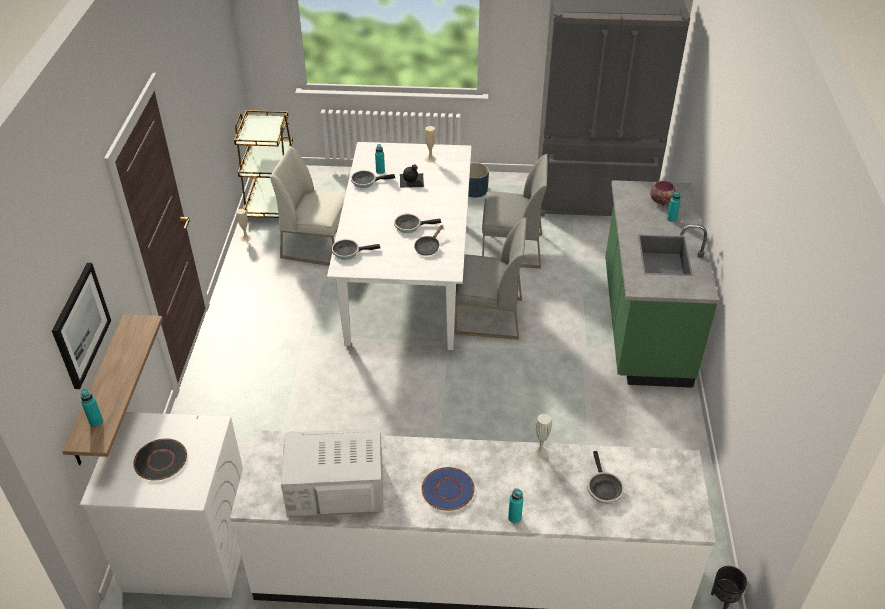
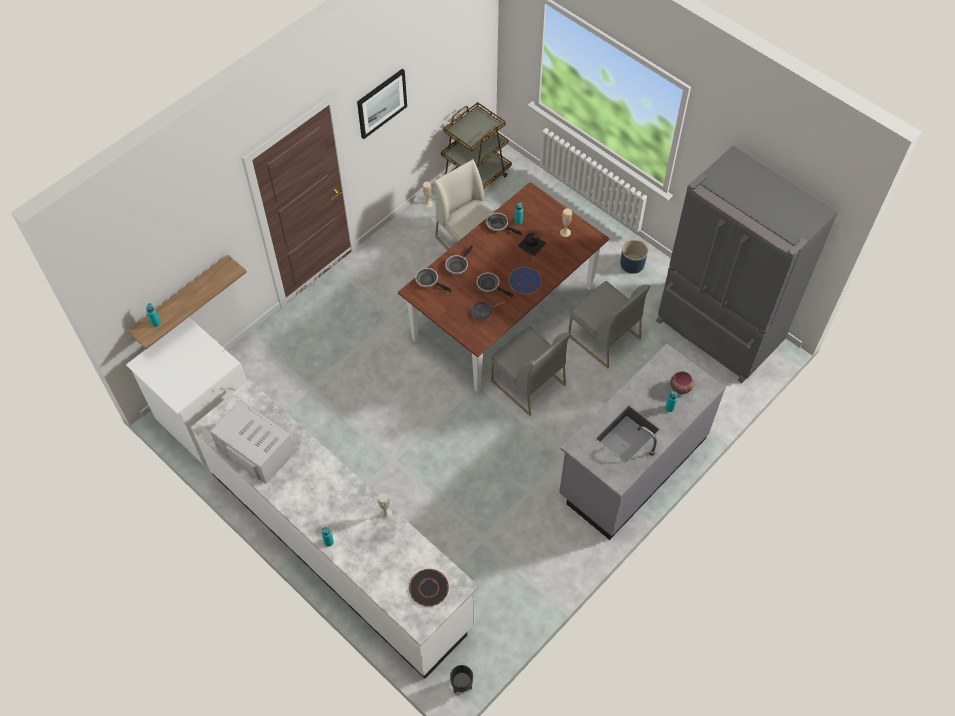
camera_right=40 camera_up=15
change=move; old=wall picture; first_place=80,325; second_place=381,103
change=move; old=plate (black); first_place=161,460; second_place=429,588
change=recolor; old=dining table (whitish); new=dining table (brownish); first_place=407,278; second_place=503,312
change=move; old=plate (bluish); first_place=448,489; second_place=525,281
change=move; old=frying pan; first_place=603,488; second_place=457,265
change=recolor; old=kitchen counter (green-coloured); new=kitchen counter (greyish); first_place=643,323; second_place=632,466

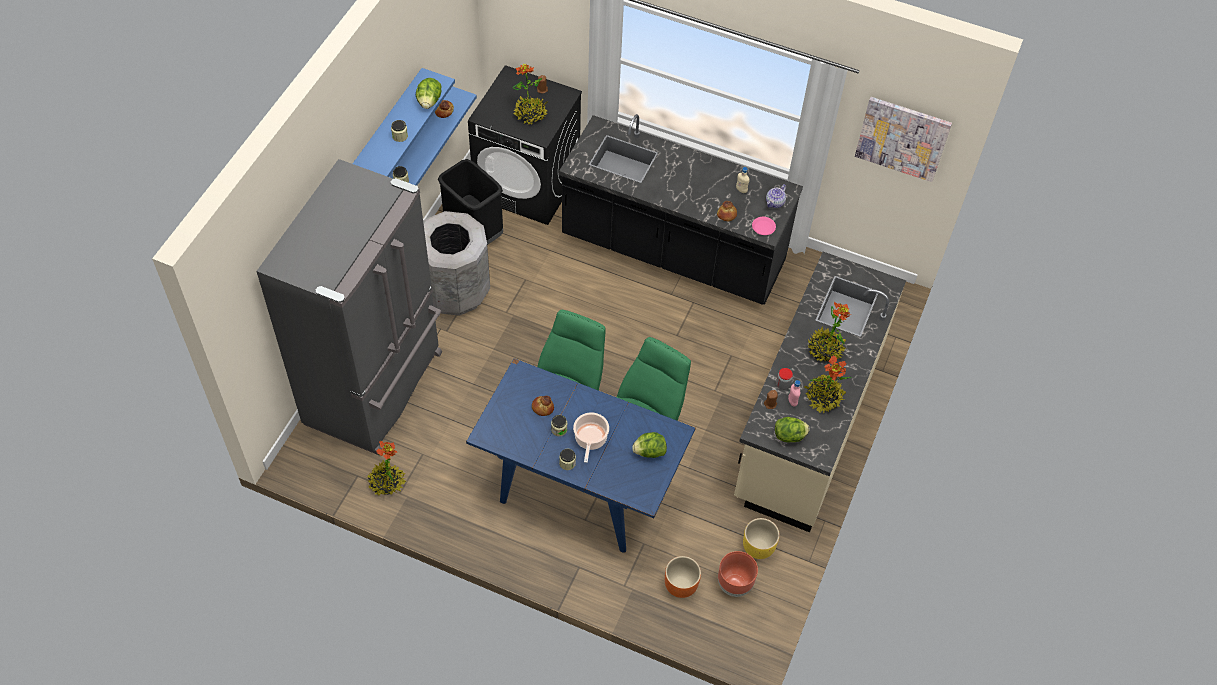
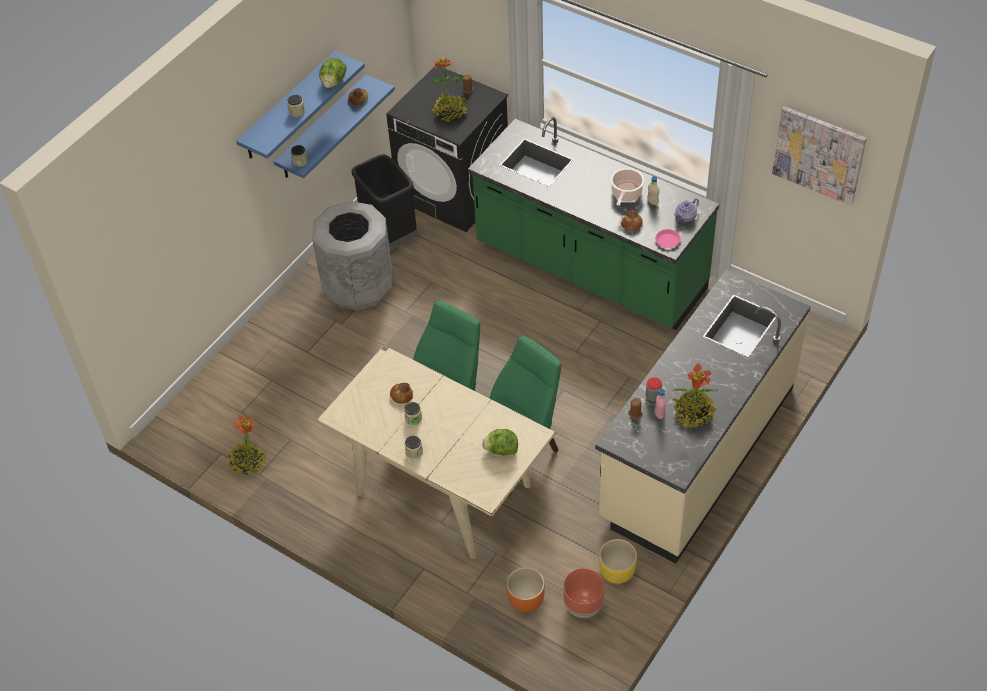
camera_right=15 camera_up=-5
change=delete; old=refrigerator (greyish); first_place=377,388
change=recolor; old=dining table (bluish); new=dining table (sand-coloured); first_place=580,487; second_place=442,489
change=recolor; old=kitchen counter (black); new=kitchen counter (green-coloured); first_place=673,251; second_place=590,269
change=move; old=saucepot; first_place=590,440; second_place=626,194
change=delete; old=head of lettuce; first_place=789,436
change=delete; old=houseplant; first_place=824,350

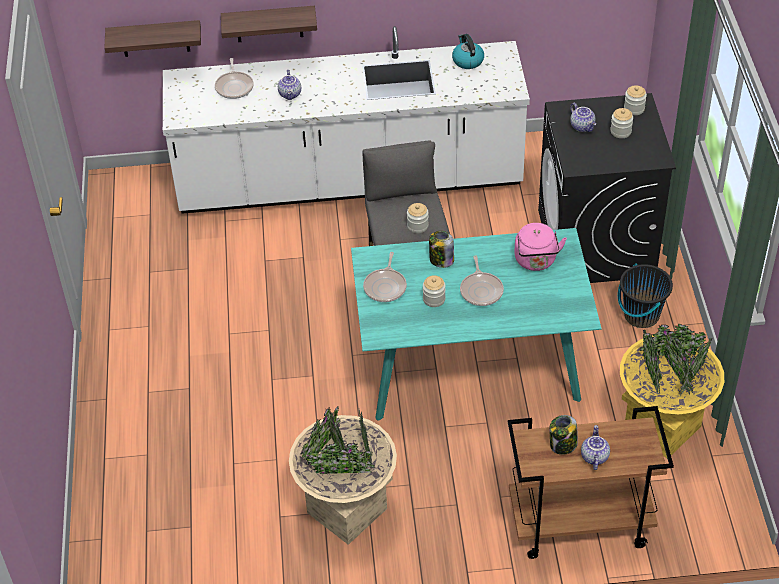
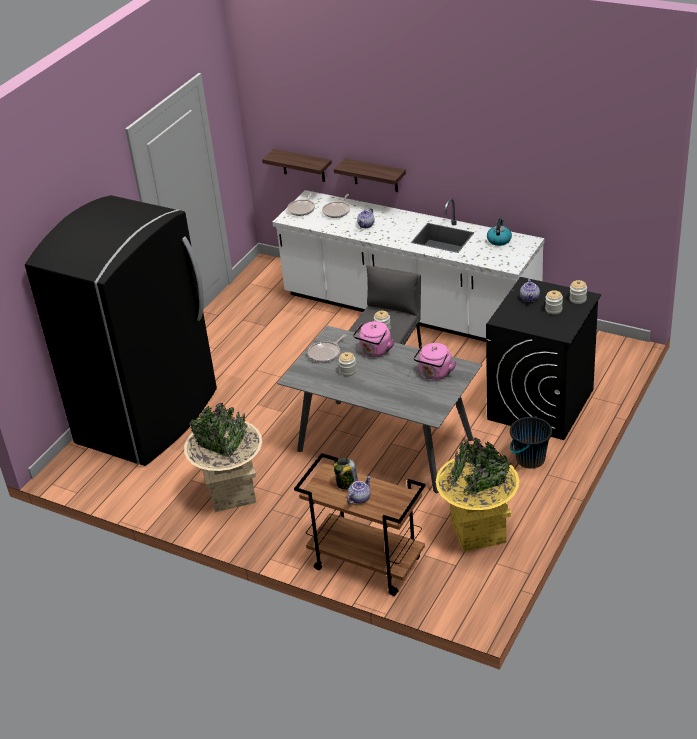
camera_right=35 camera_up=-10
change=recolor; old=dining table (turquoise); new=dining table (greyish); first_place=472,365; second_place=386,444
change=replace; old=jar; new=kettle (pink); first_place=441,260; second_place=375,351
change=move; old=frying pan; first_place=481,290; second_place=302,209
change=insert; new=refrigerator (black); second_place=149,417

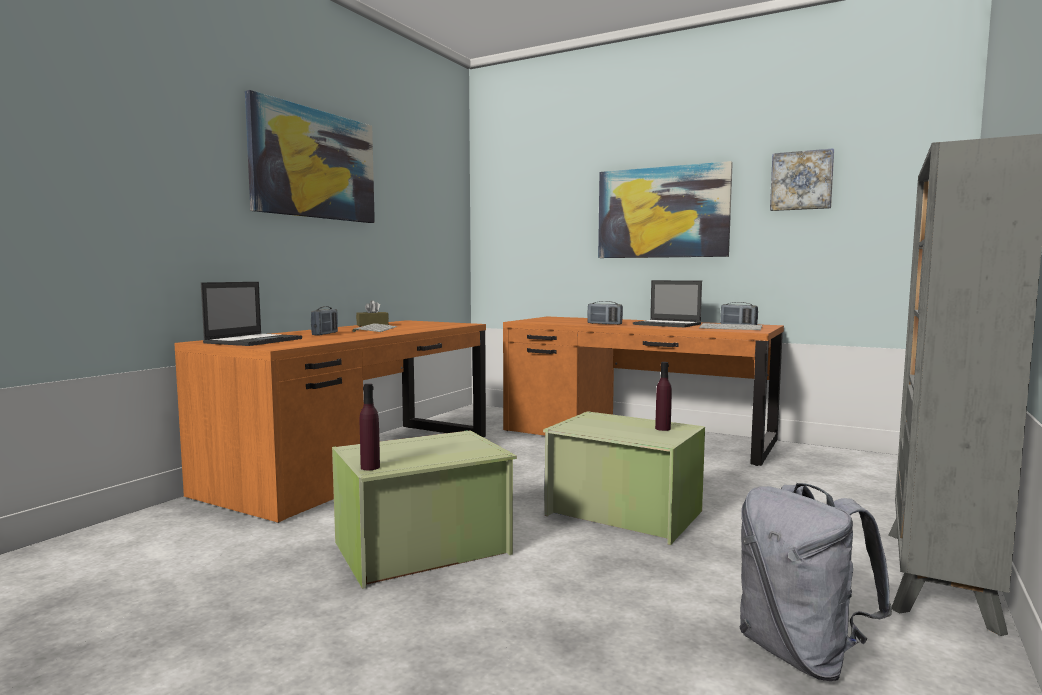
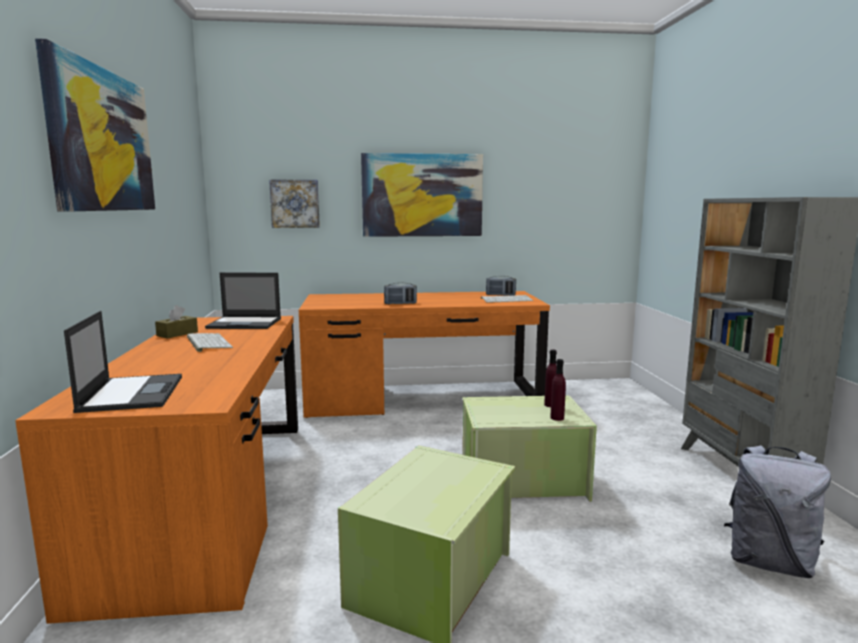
camera_right=-35 camera_up=5
change=delete; old=radio; first_place=325,334
change=move; old=drink bottle (purple); first_place=370,467; second_place=557,418
change=move; old=laptop; first_place=667,324; second_place=245,323
change=move; old=wall picture; first_place=801,181; second_place=295,203

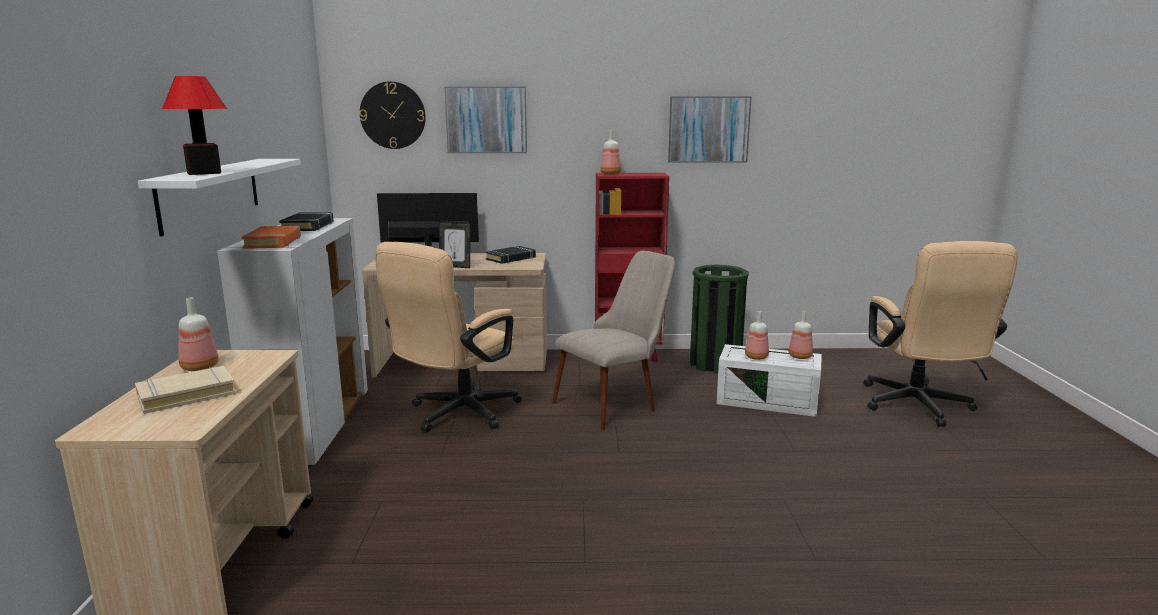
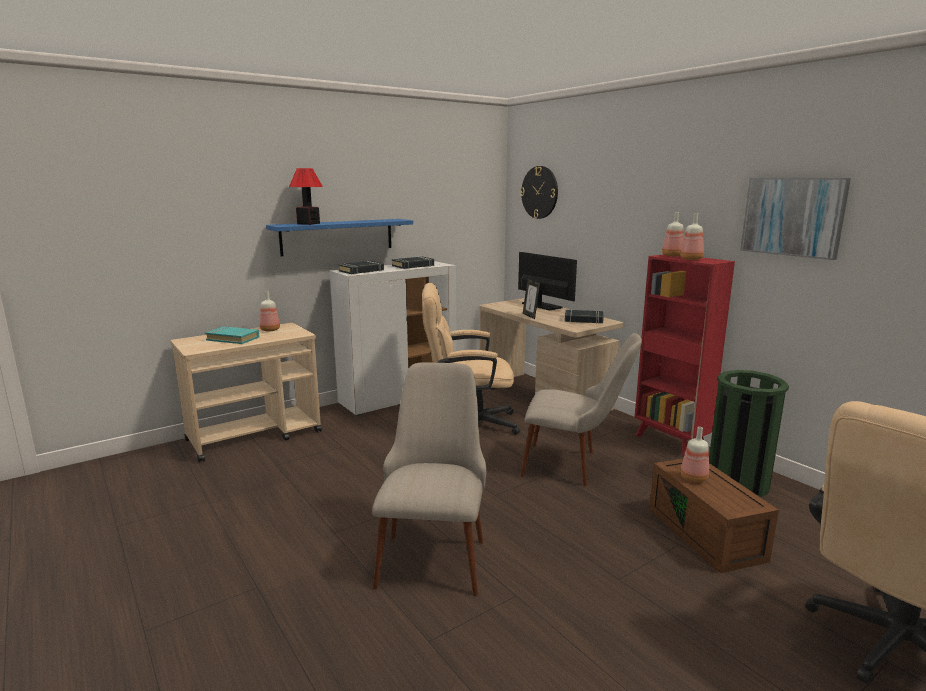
camera_right=55 camera_up=0
change=recolor; old=bound book (sand-coloured); new=bound book (turquoise); first_place=186,395; second_place=233,338
change=recolor; old=wall shelf (whitish); new=wall shelf (bluish); first_place=211,193; second_place=337,236
change=recolor; old=bound book (orange); new=bound book (black); first_place=273,242; second_place=361,271
change=delete; old=wall picture; first_place=486,120
change=recolor; old=storage bin (whitish); new=storage bin (brownish); first_place=768,400; second_place=707,534
change=move; old=drink bottle; first_place=800,356; second_place=692,259
change=insert; new=upright chair (sand-coloured); second_place=434,550

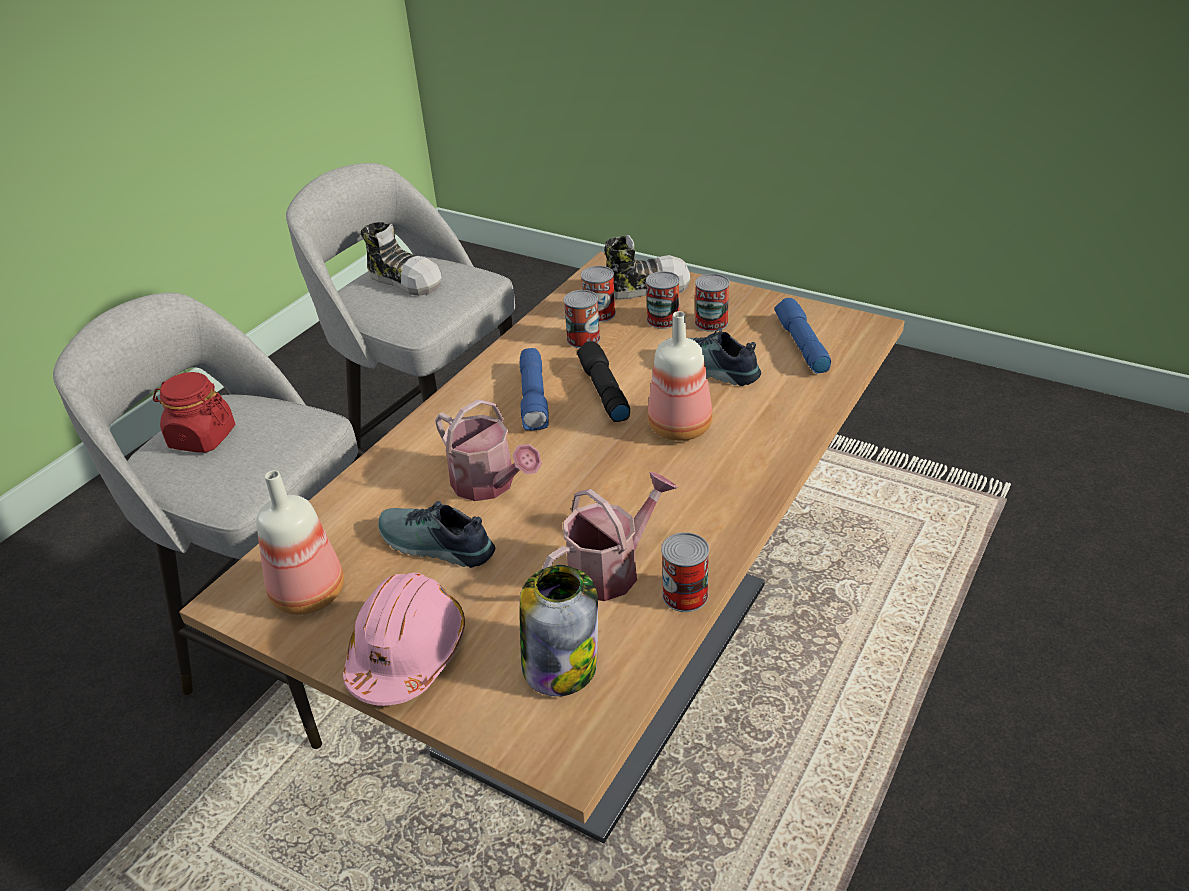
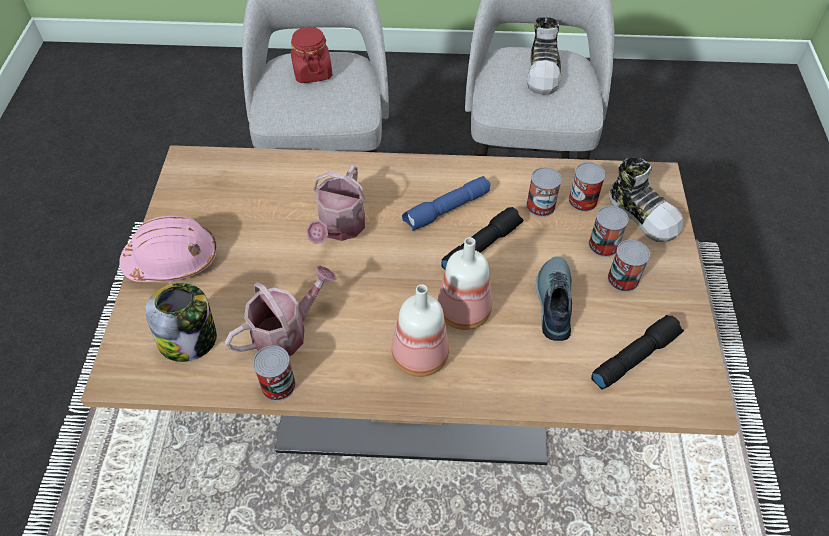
camera_right=60 camera_up=15
change=move; old=drink bottle; first_place=310,595; second_place=419,357
change=delete; old=shoe; first_place=435,546
change=rotate; old=watering pot; first_place=611,569; second_place=286,331; degrees=-60
change=recolor; old=torch (bluish); new=torch (black); first_place=800,345; second_place=634,356

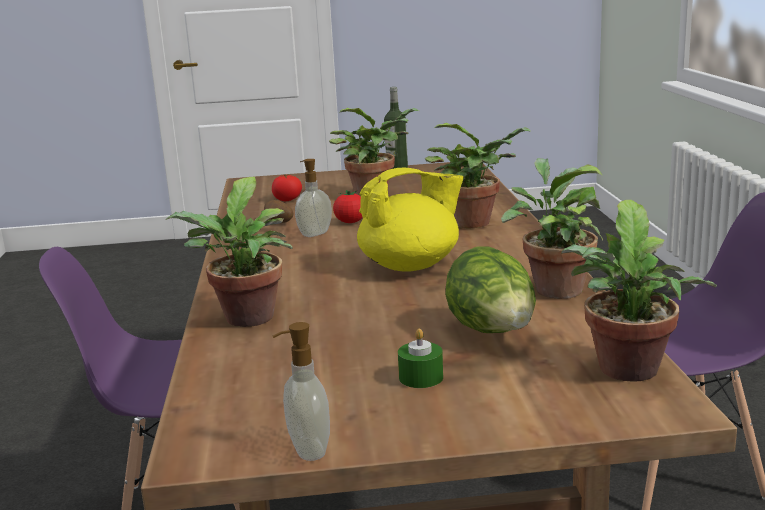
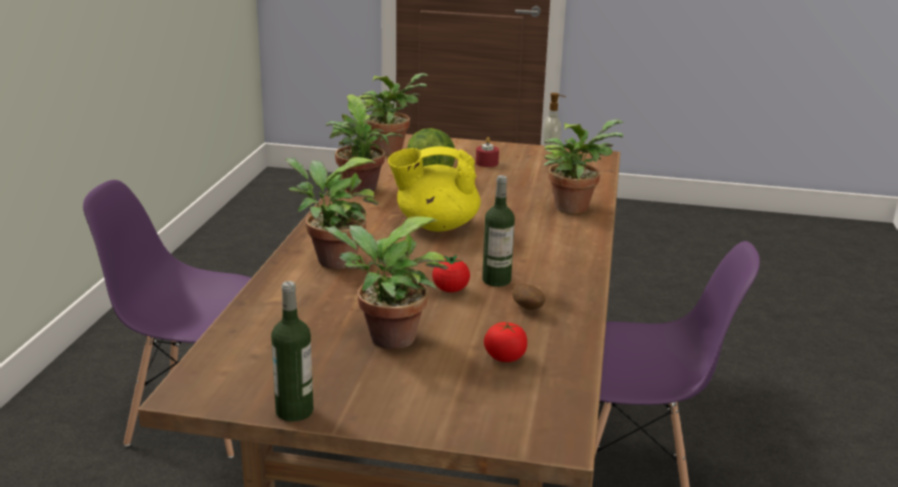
camera_right=-165 camera_up=5
change=replace; old=soap bottle; new=drink bottle; first_place=314,234; second_place=496,280
change=recolor; old=wax light (green-coloured); new=wax light (reddish); first_place=421,377; second_place=487,163

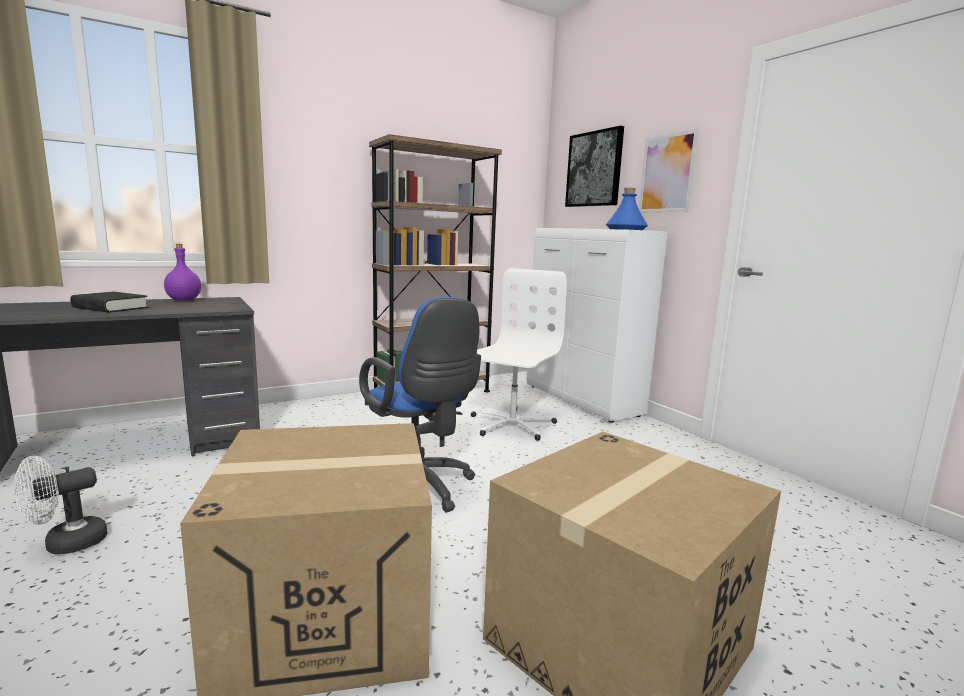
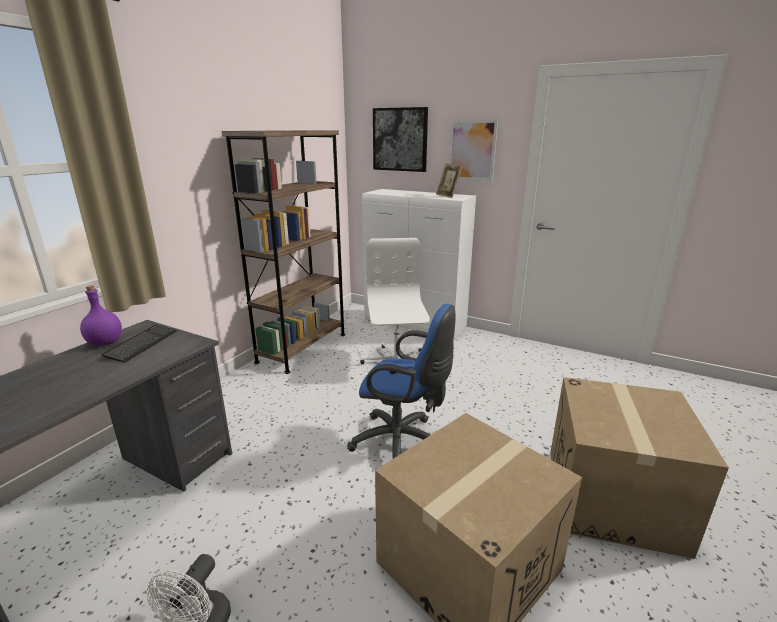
camera_right=-30 camera_up=10
change=delete; old=bound book (black); first_place=110,308
change=replace; old=drink bottle (bluish); new=picture frame; first_place=626,229; second_place=448,196
change=insert; new=PC keyboard; second_place=141,344

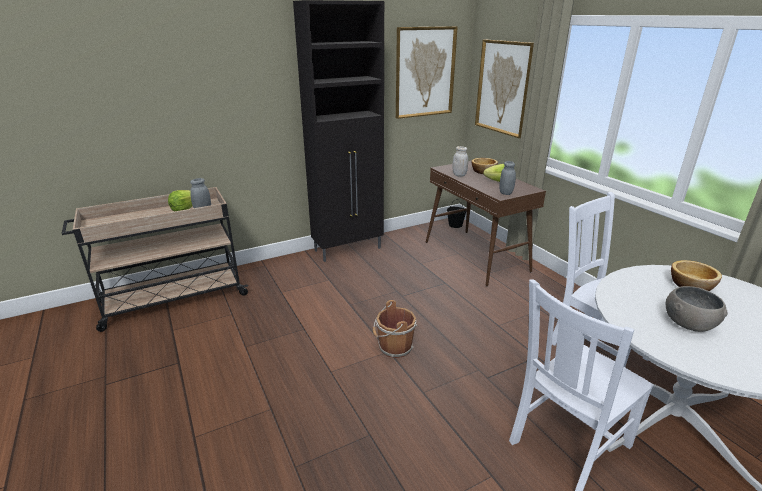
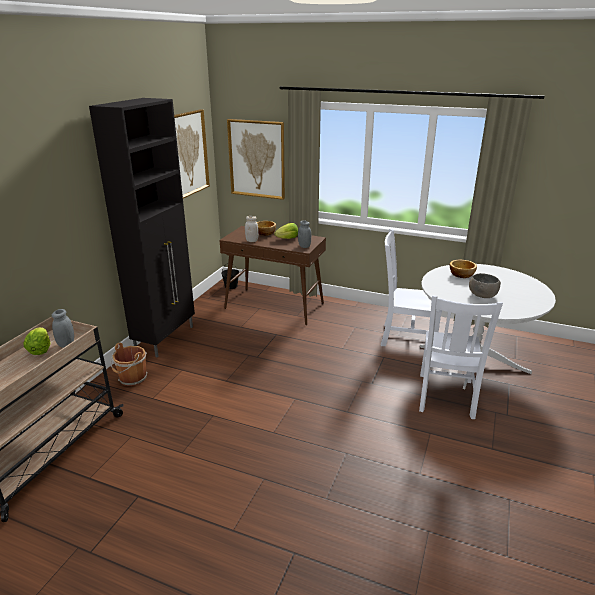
camera_right=-40 camera_up=0
change=move; old=water bucket (brownish); first_place=394,348; second_place=132,379

